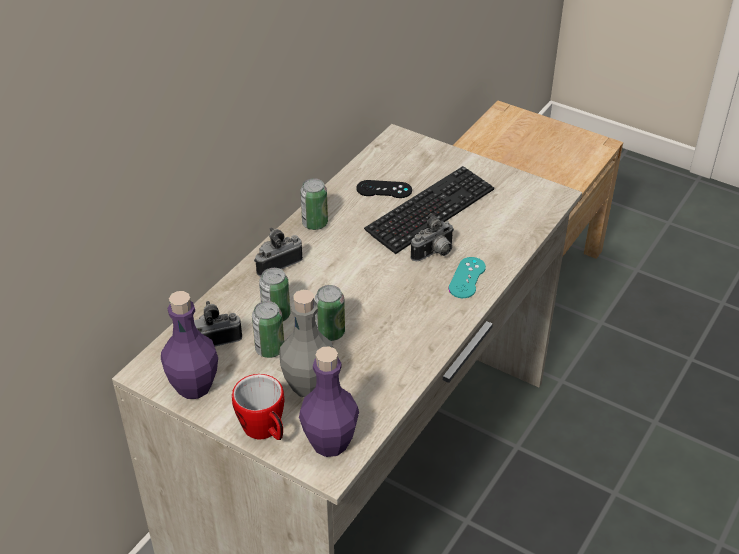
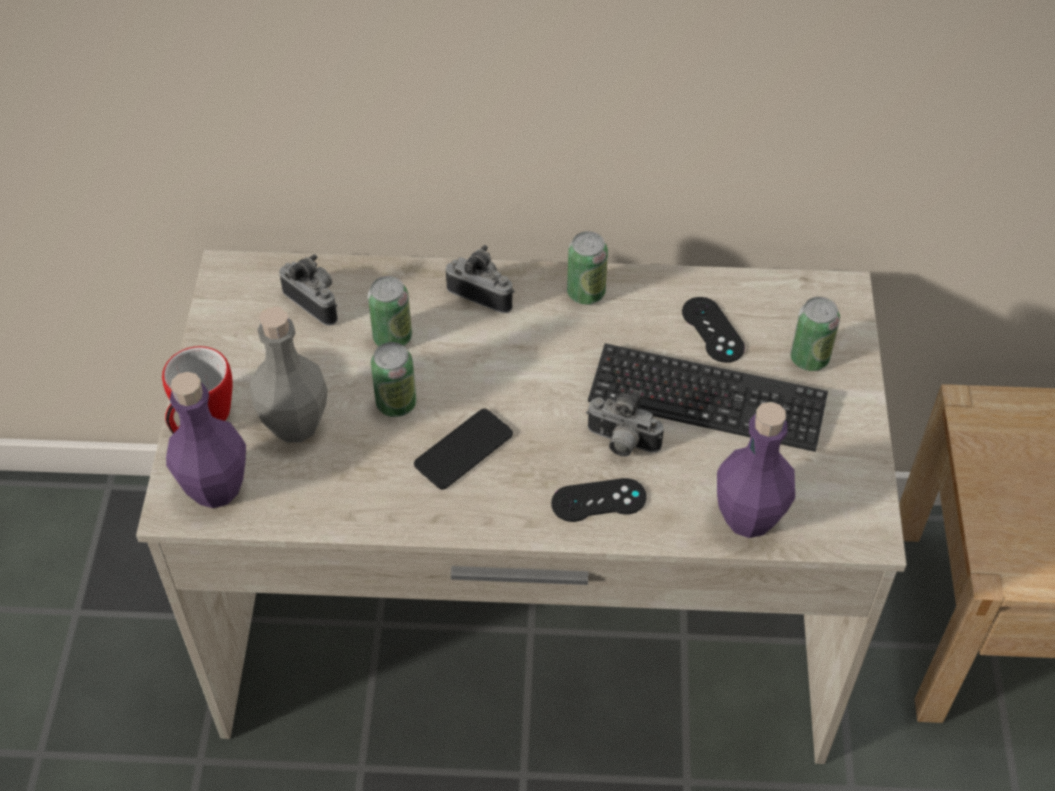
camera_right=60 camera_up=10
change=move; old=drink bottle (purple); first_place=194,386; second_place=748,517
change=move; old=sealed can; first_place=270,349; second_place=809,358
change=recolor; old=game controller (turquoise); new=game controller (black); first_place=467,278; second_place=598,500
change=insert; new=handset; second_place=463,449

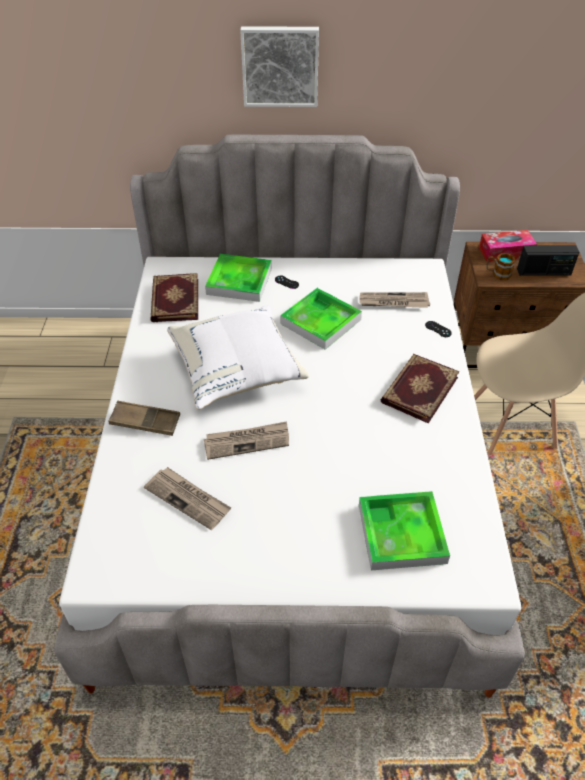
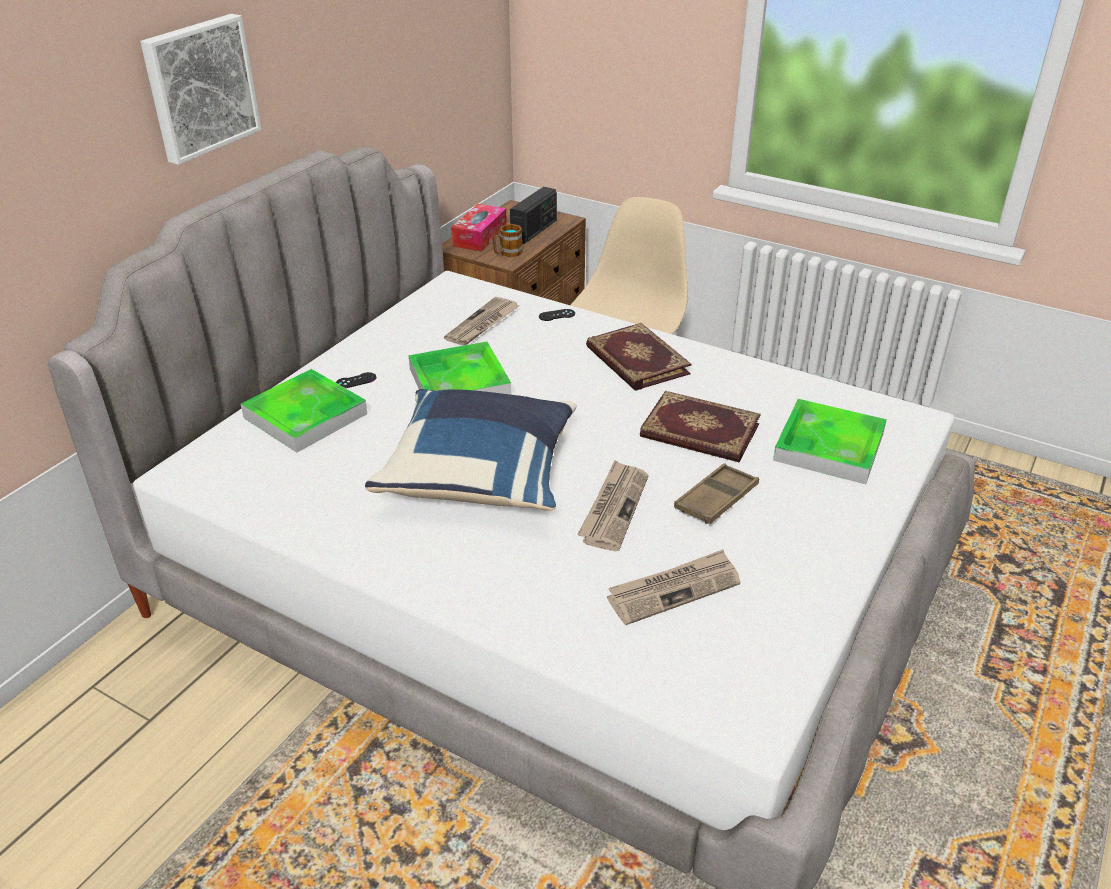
camera_right=-60 camera_up=-10
change=move; old=serving tray (brownish); first_place=145,422; second_place=716,499
change=move; old=bound book; first_place=174,300; second_place=699,432
change=recolor; old=cushion (whitish); new=cushion (bluish); first_place=237,371; second_place=481,475

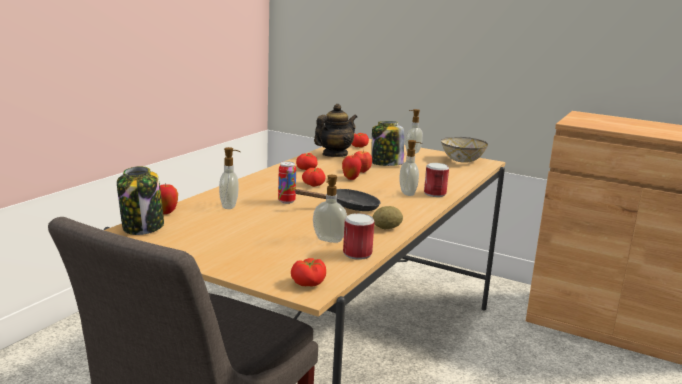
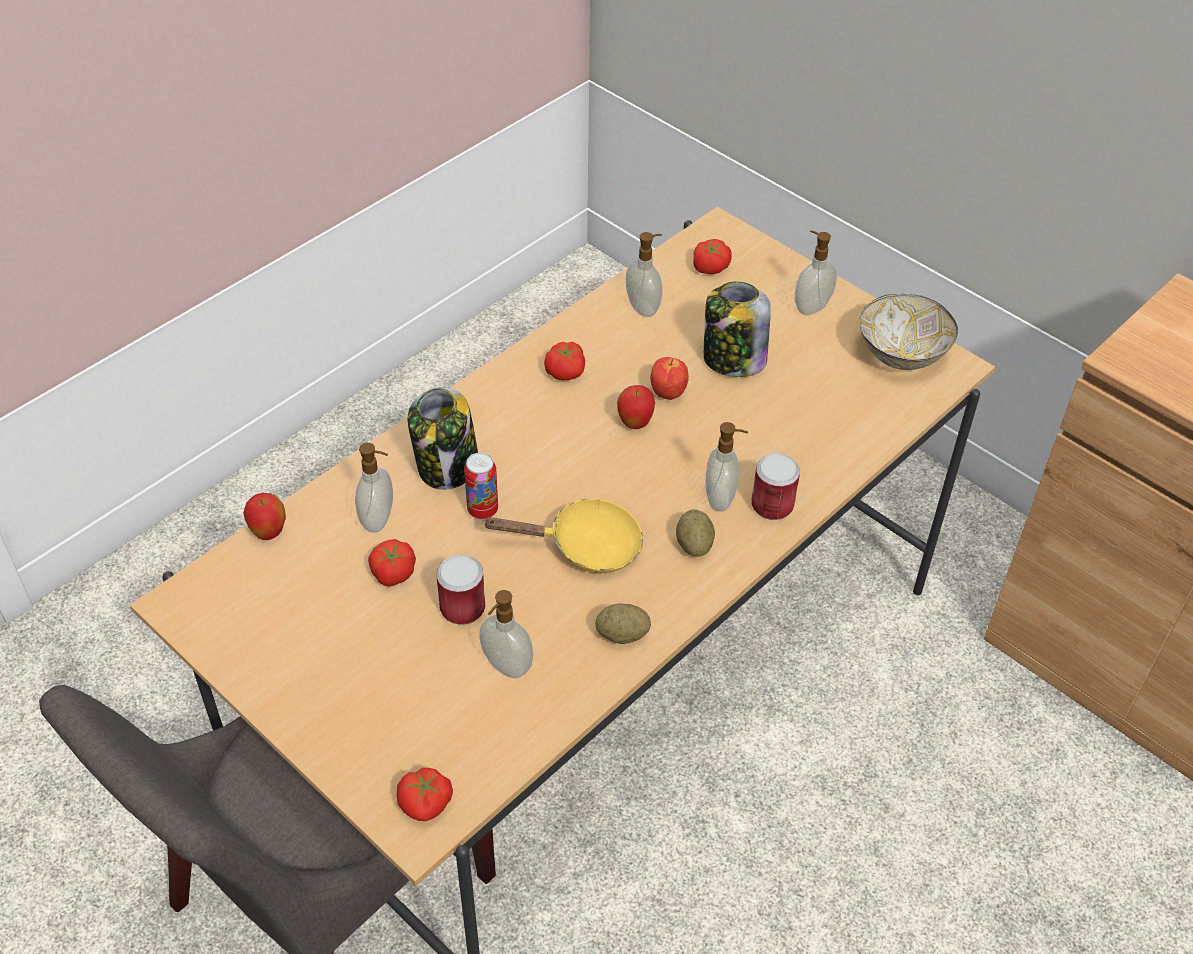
camera_right=15 camera_up=30
change=move; old=jar; first_place=143,227; second_place=447,466
change=recolor; old=frying pan (black); new=frying pan (yellowish); first_place=348,207; second_place=585,546
change=move; old=fresh tomato; first_place=313,184; second_place=392,572
change=replace; old=tea pot; new=soap bottle; first_place=334,155; second_place=644,307
change=move; old=sealed can; first_place=357,254; second_place=462,608
change=insert; new=whole potato; second_place=694,545

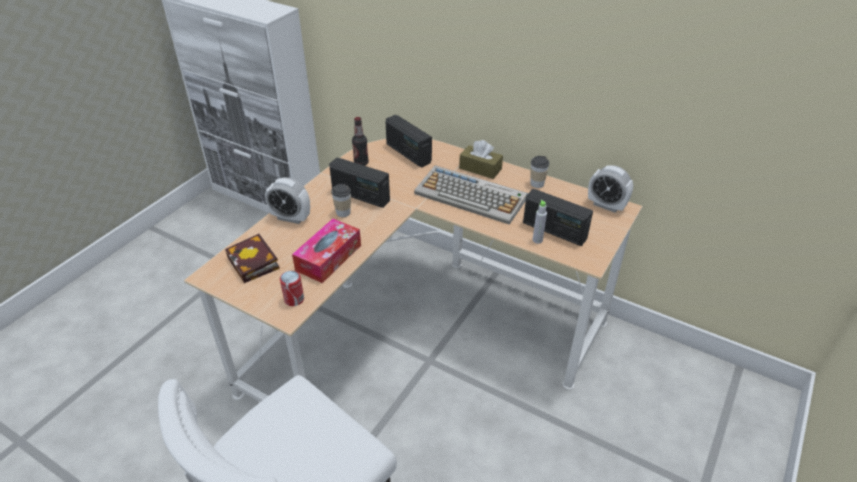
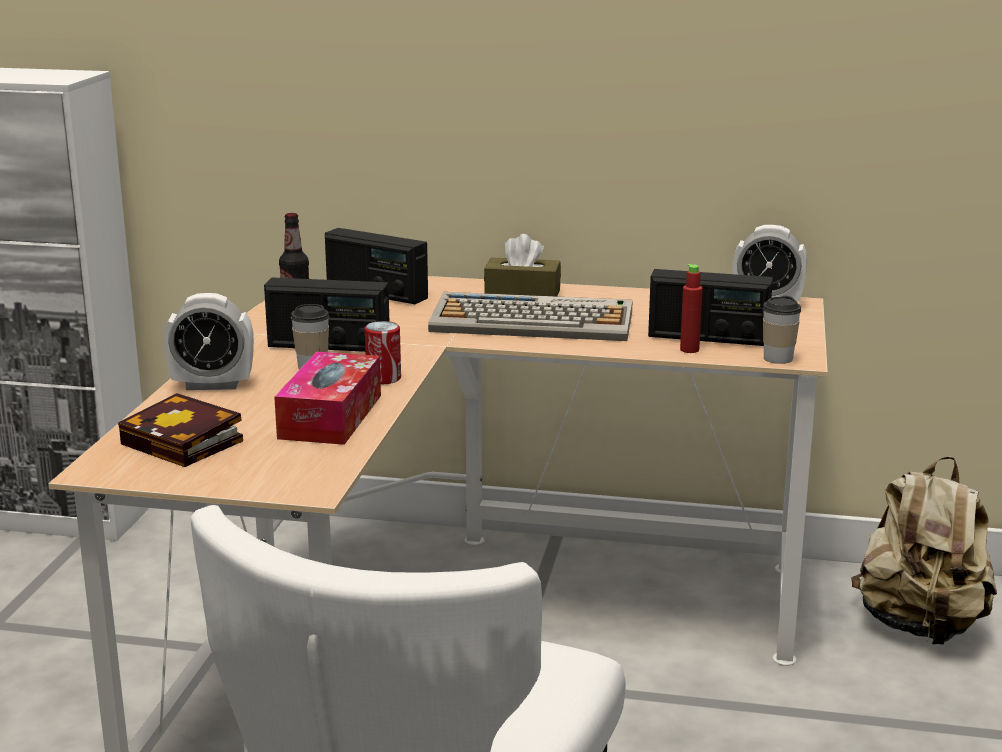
camera_right=-20 camera_up=-20
change=move; old=sealed can; first_place=294,299; second_place=383,378
change=move; old=cup; first_place=537,184; second_place=778,358
change=recolor; old=drink bottle (greyish); new=drink bottle (reddish); first_place=537,240; second_place=689,350
change=insert; new=backpack (sand-coloured); second_place=920,626

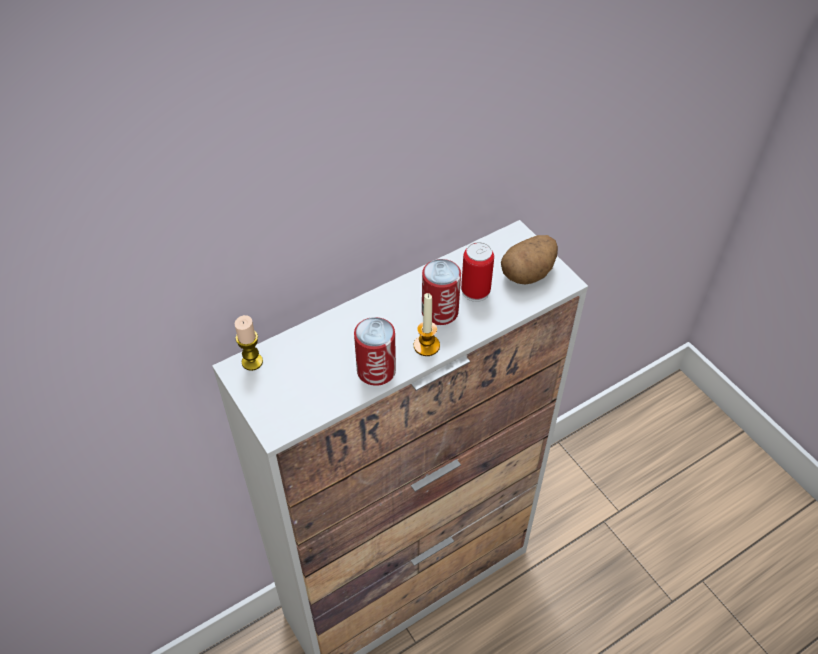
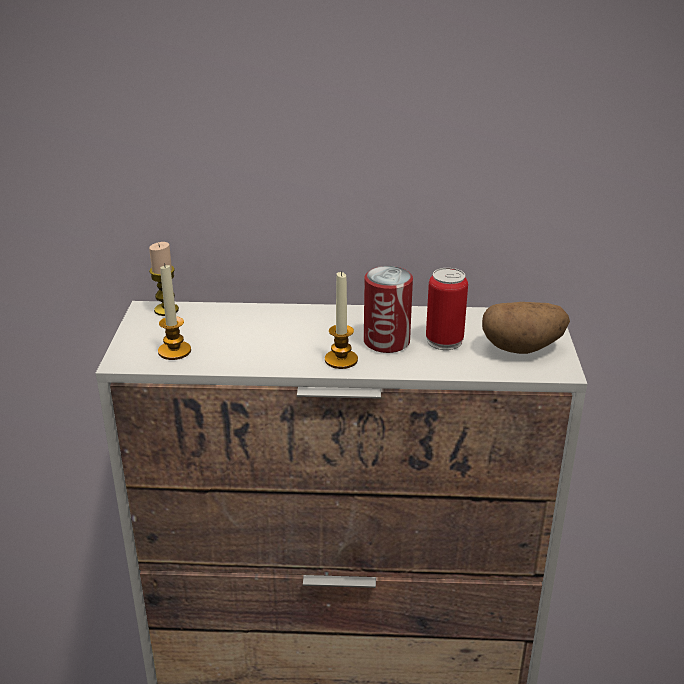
camera_right=35 camera_up=-20
change=delete; old=sealed can; first_place=376,370
change=insert; new=wax light; second_place=174,351

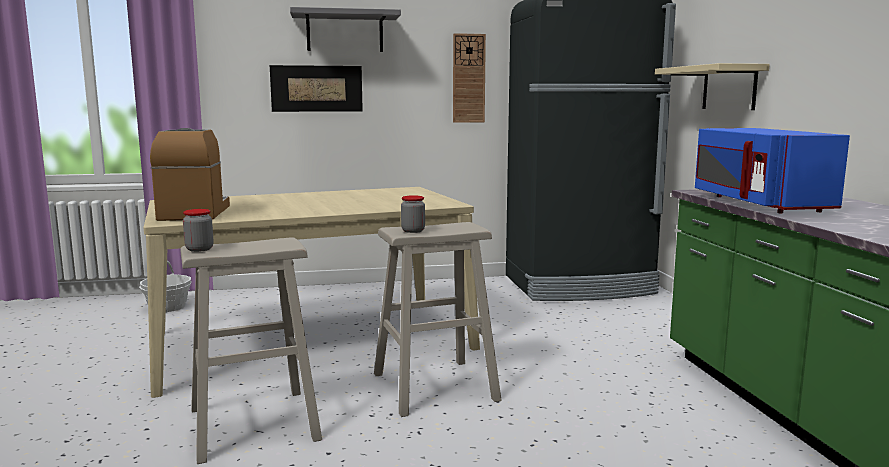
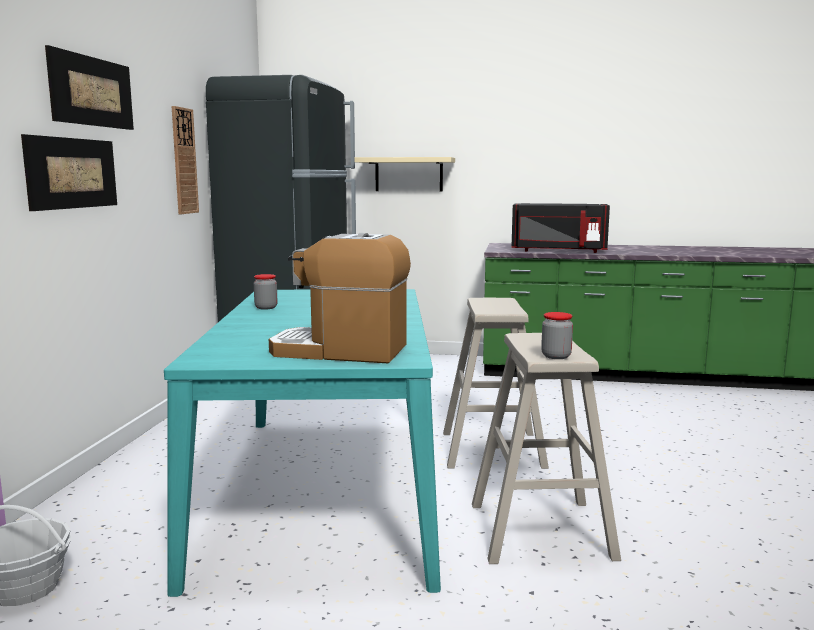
camera_right=-70 camera_up=0
change=recolor; old=dining table (sand-coloured); new=dining table (turquoise); first_place=312,341; second_place=325,487
change=replace; old=wall shelf (greyish); new=wall picture; first_place=345,32; second_place=92,91
change=move; old=jar; first_place=413,231; second_place=266,307
change=recolor; old=microwave (bluish); new=microwave (black); first_place=757,203; second_place=558,251

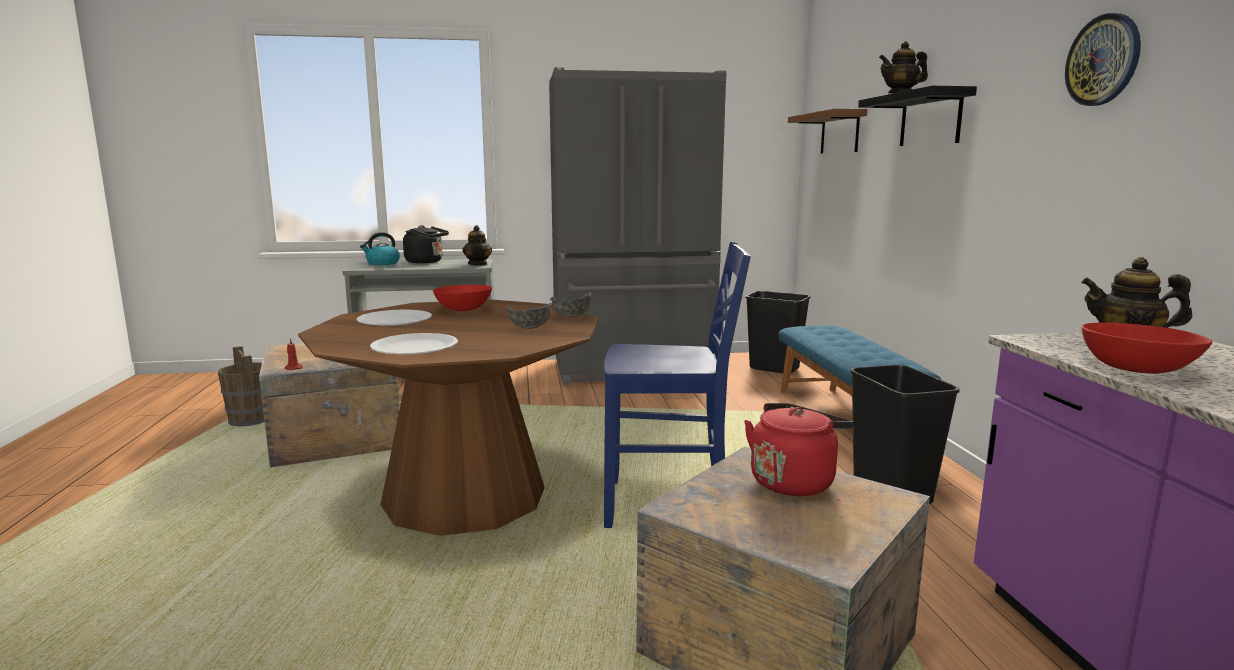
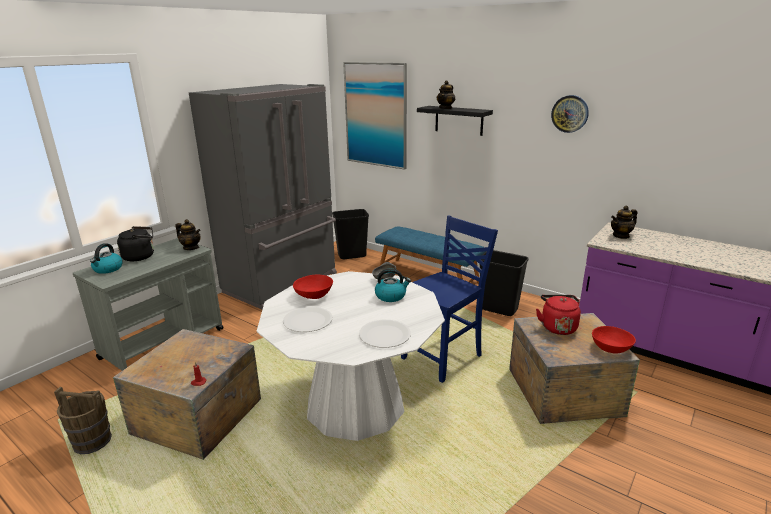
camera_right=-45 camera_up=10
change=recolor; old=dining table (brownish); new=dining table (whitish); first_place=465,497; second_place=355,405
change=replace; old=serving bowl (greyish); new=kettle; first_place=530,328; second_place=391,296
change=replace; old=wall shelf (brownish); new=wall picture; first_place=839,133; second_place=375,115
change=move; old=serving bowl (reddish); first_place=1138,369; second_place=611,348

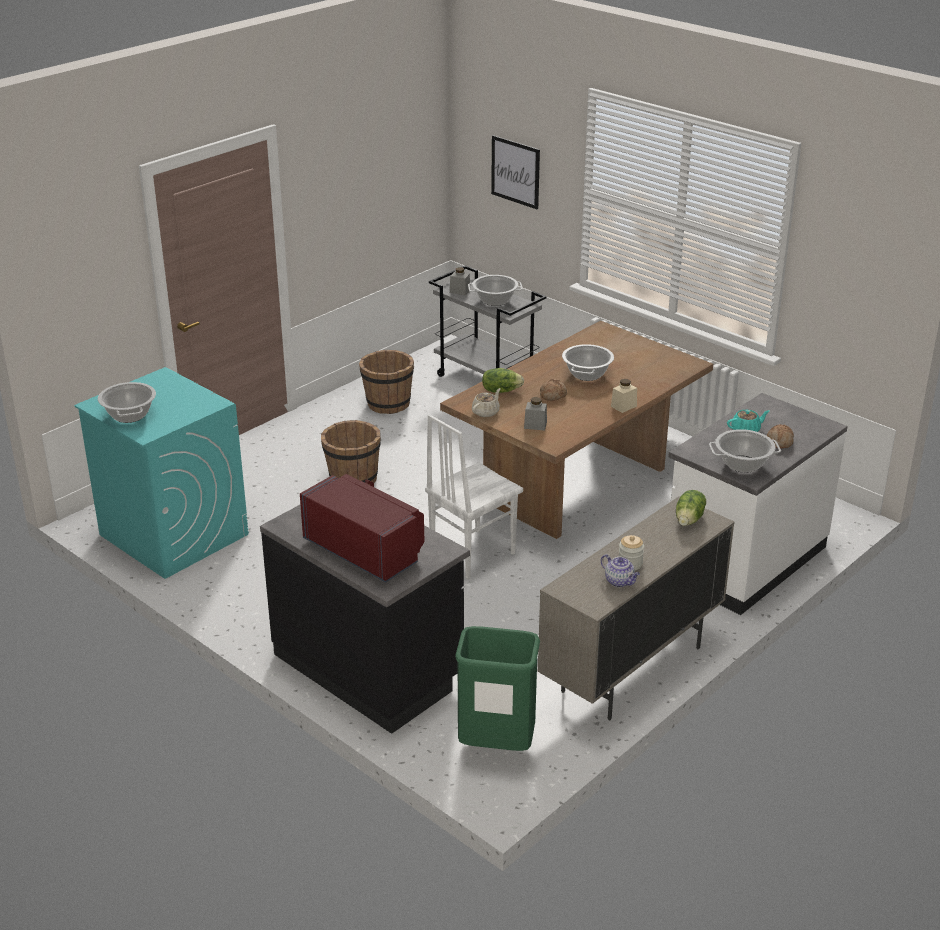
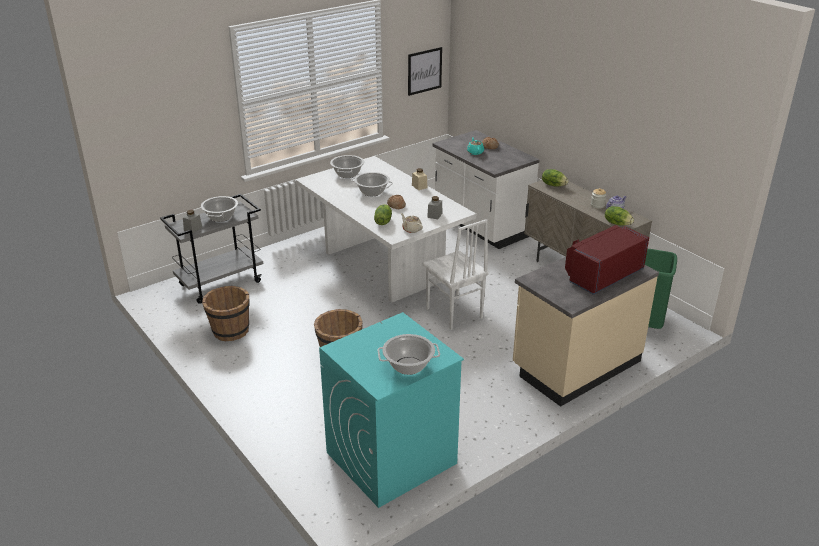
camera_right=-80 camera_up=0
change=recolor; old=kitchen counter (black); new=kitchen counter (sand-coloured); first_place=369,667; second_place=575,365
change=recolor; old=dining table (brownish); new=dining table (whitish); first_place=575,485; second_place=384,266
change=move; old=wall picture; first_place=515,172; second_place=424,71
change=move; old=saucepot; first_place=743,464; second_place=347,174
change=insert; new=head of lettuce; second_place=617,223

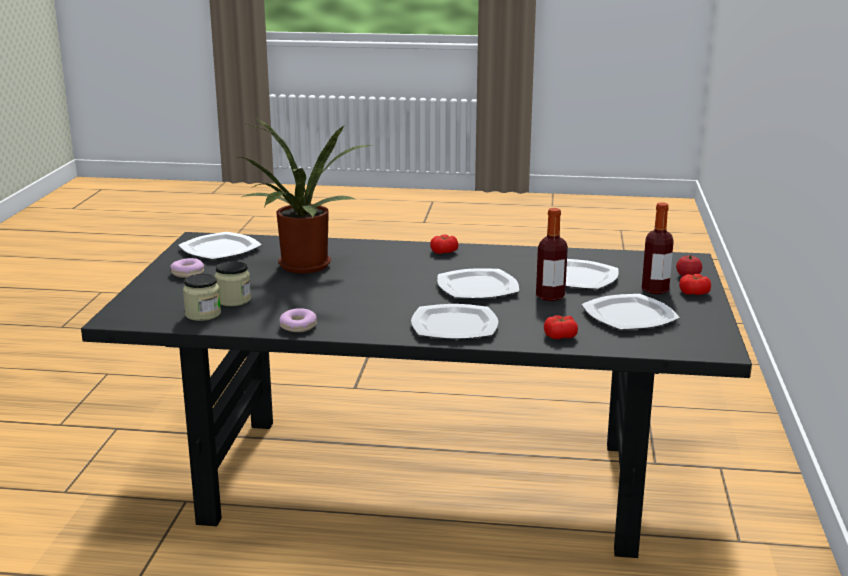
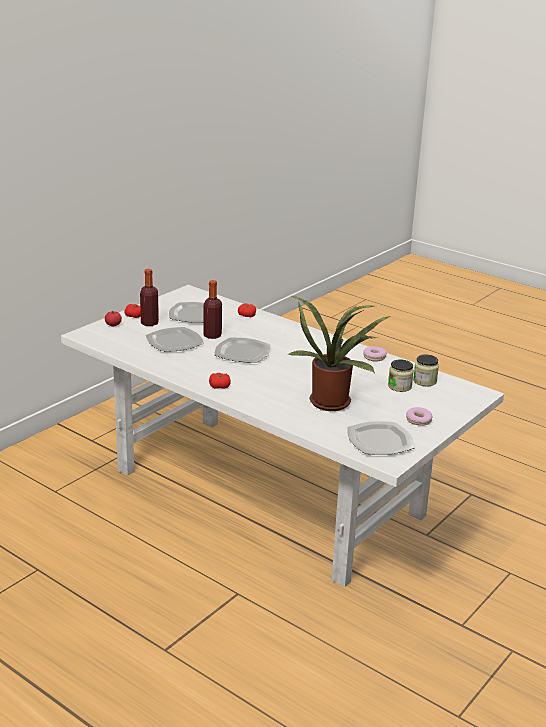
camera_right=-150 camera_up=5
change=recolor; old=dining table (black); new=dining table (whitish); first_place=421,482; second_place=269,493
change=delete; old=plate; first_place=455,325

